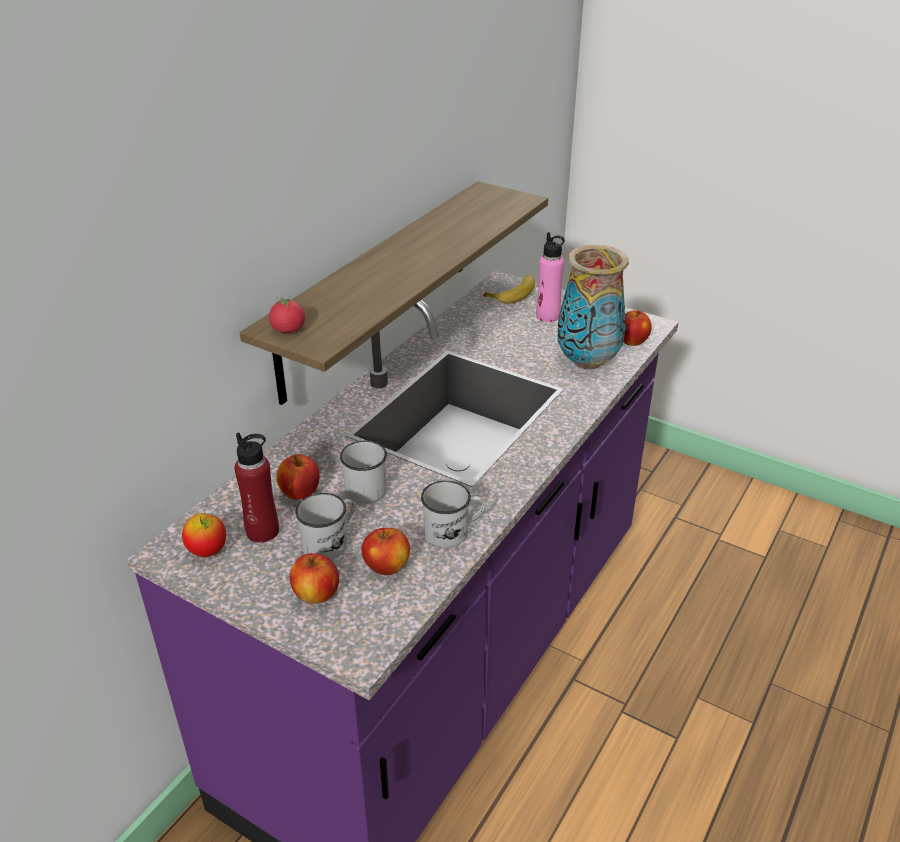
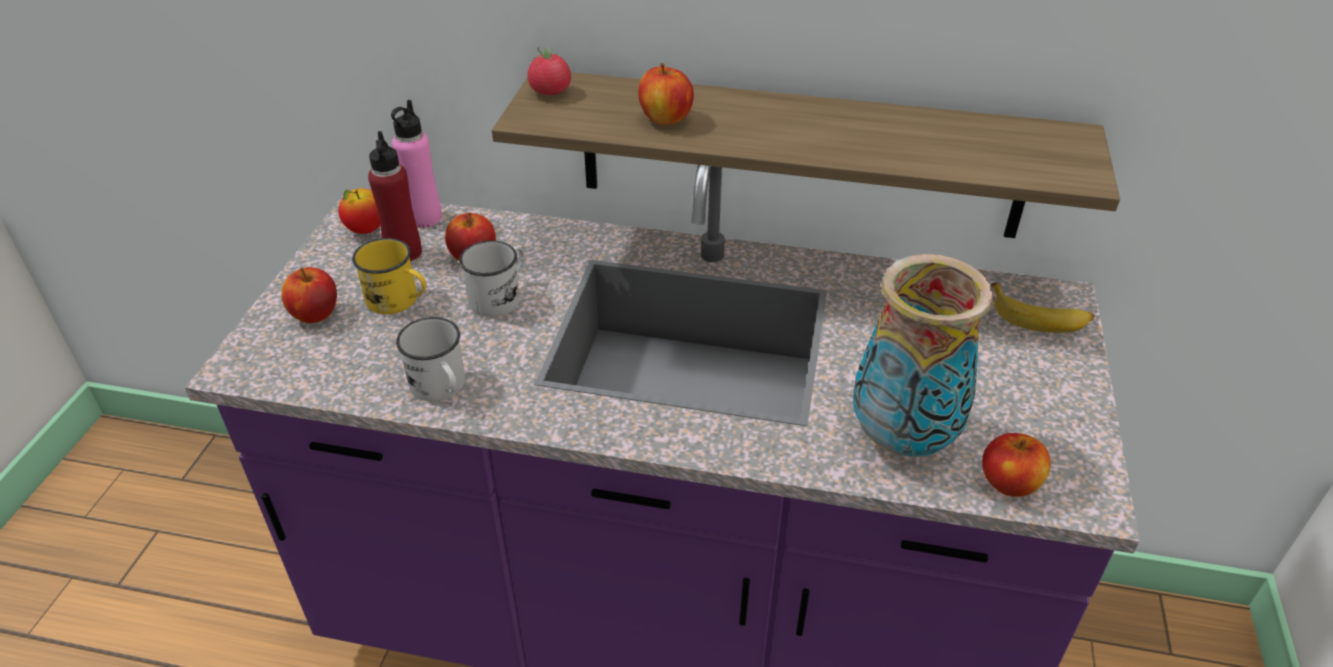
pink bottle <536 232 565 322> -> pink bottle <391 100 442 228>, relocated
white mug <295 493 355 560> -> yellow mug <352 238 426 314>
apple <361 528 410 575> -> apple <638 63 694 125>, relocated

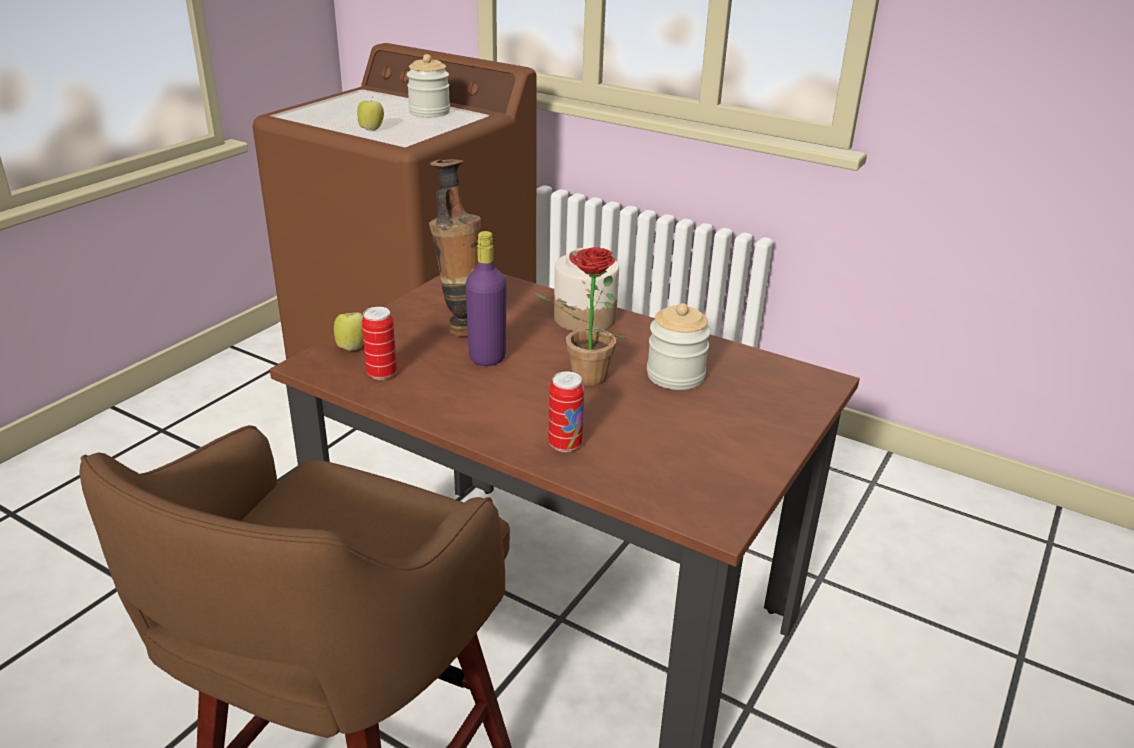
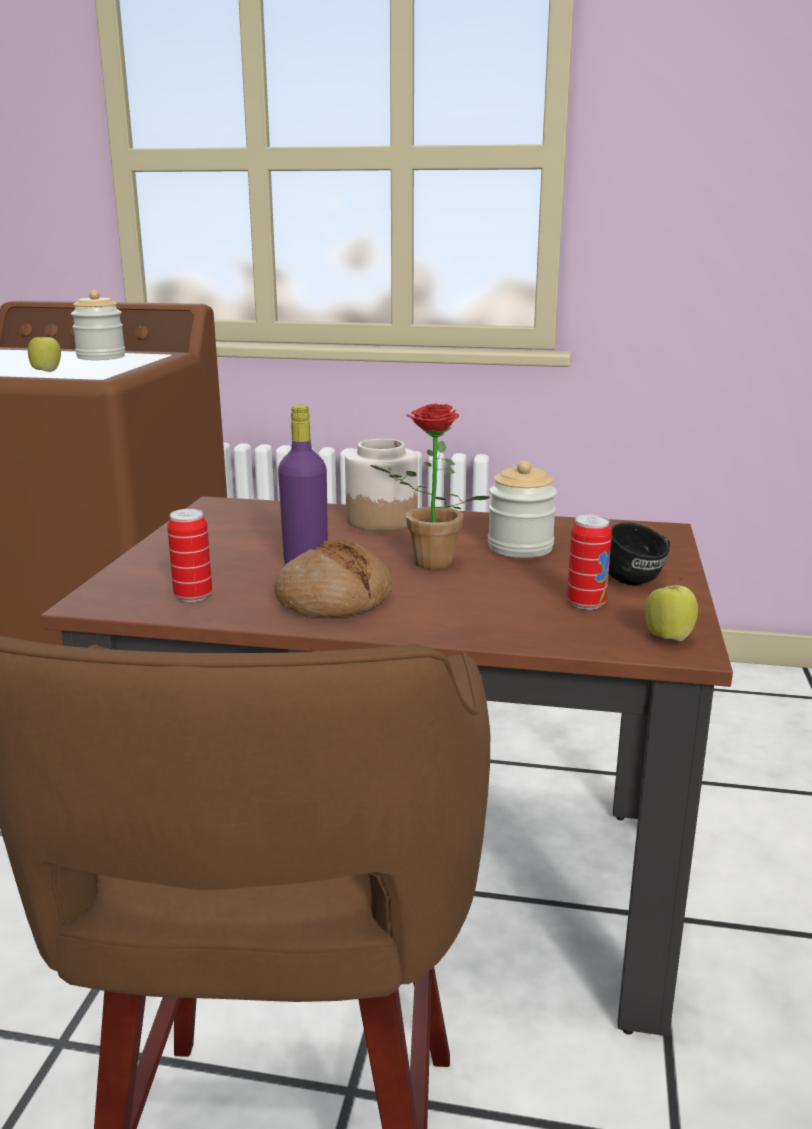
vase <429 159 481 336> -> none
apple <334 309 364 351> -> apple <645 578 698 641>, relocated
can <549 372 584 452> -> can <567 515 612 610>, relocated
none -> black mug <609 522 670 586>
none -> bread <275 540 393 617>

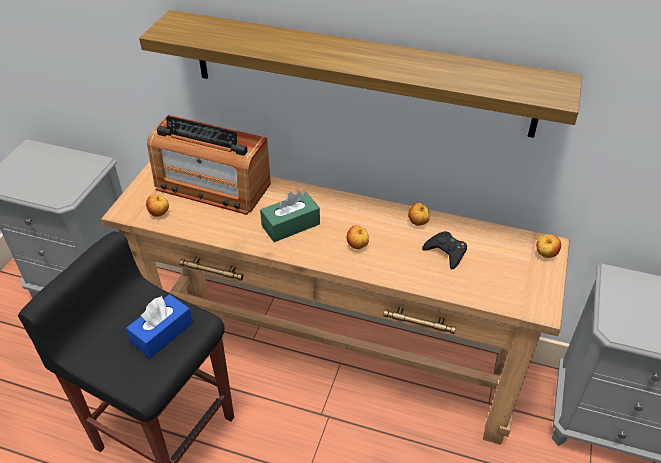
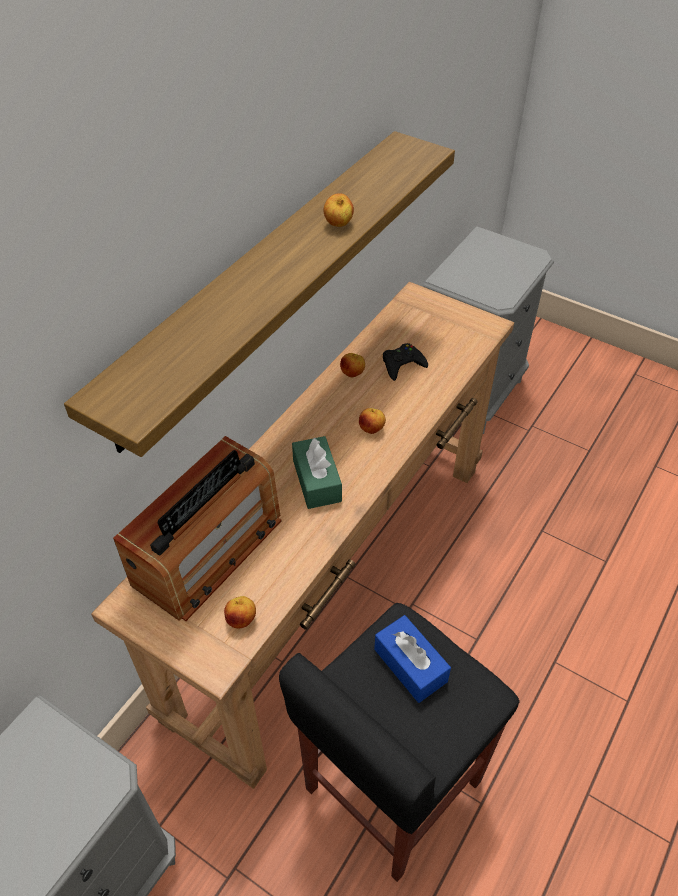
apple <536 234 561 258> -> apple <323 193 354 227>, relocated

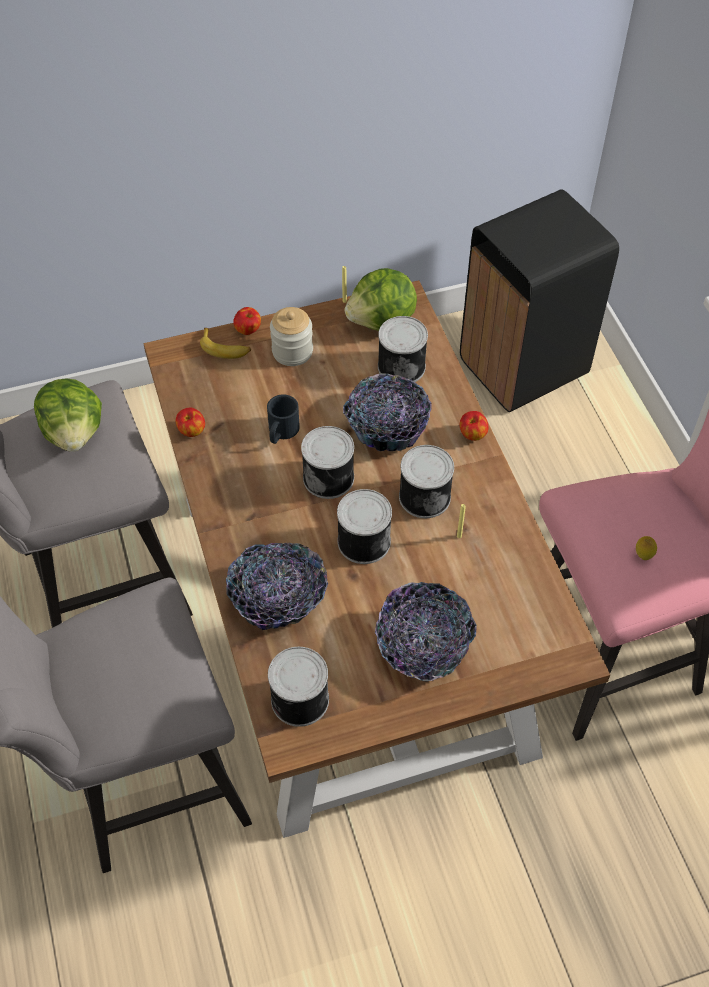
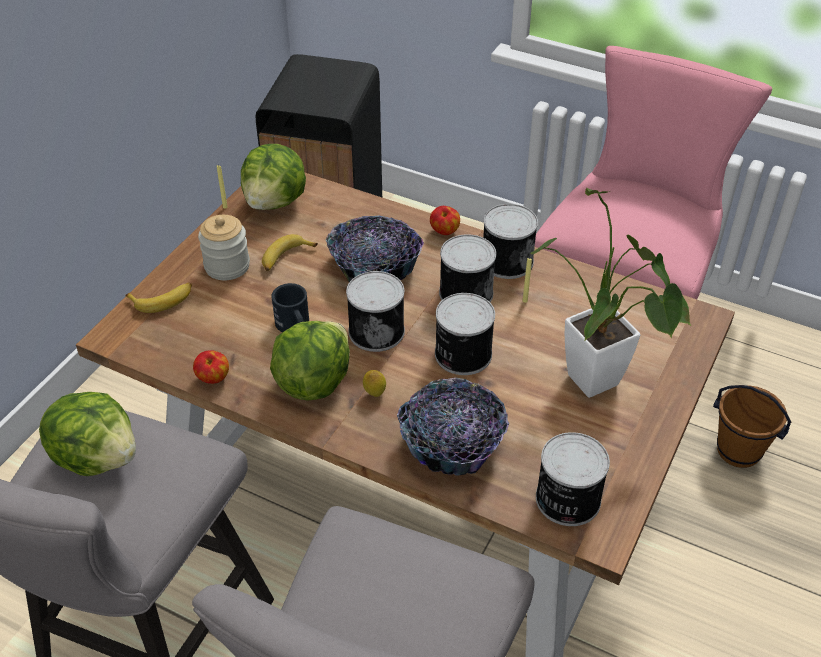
apple <233 307 261 335> -> none
can <378 316 428 382> -> can <483 204 538 279>, relocated
lemon <636 536 657 560> -> lemon <363 370 386 397>, relocated
bowl <375 582 477 681> -> potted plant <530 188 692 398>
none -> banana <262 234 318 271>
none -> lettuce <270 321 350 400>
none -> brown bucket <713 385 791 468>

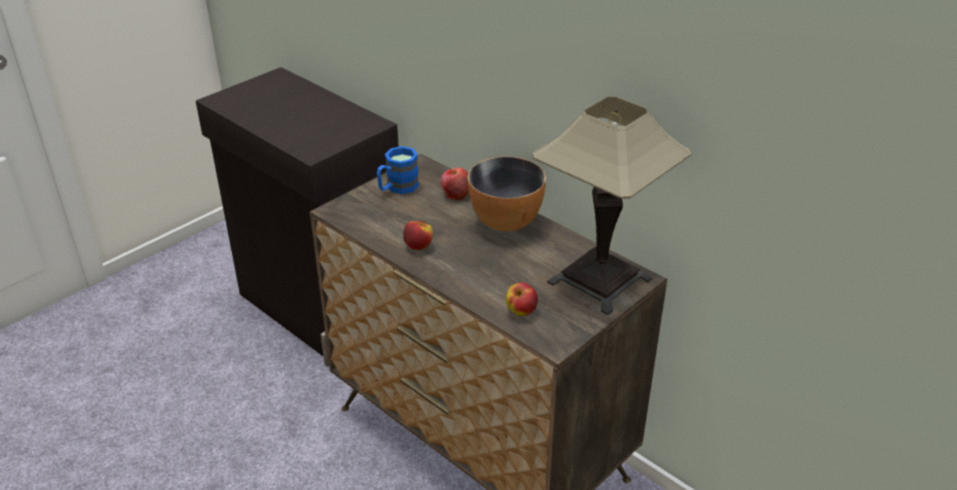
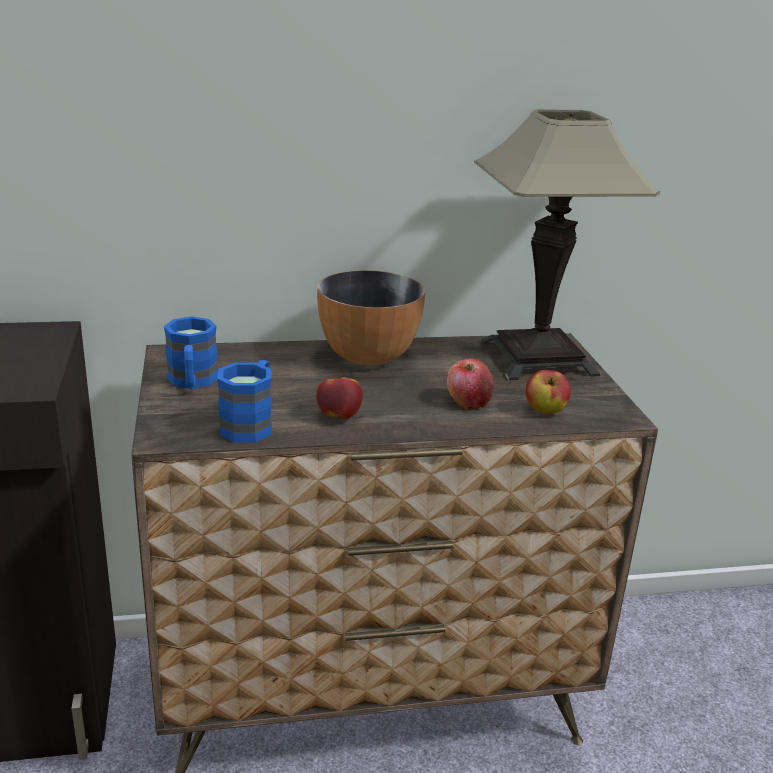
apple <441 168 469 201> -> apple <447 358 494 410>, relocated
none -> blue mug <217 360 272 443>

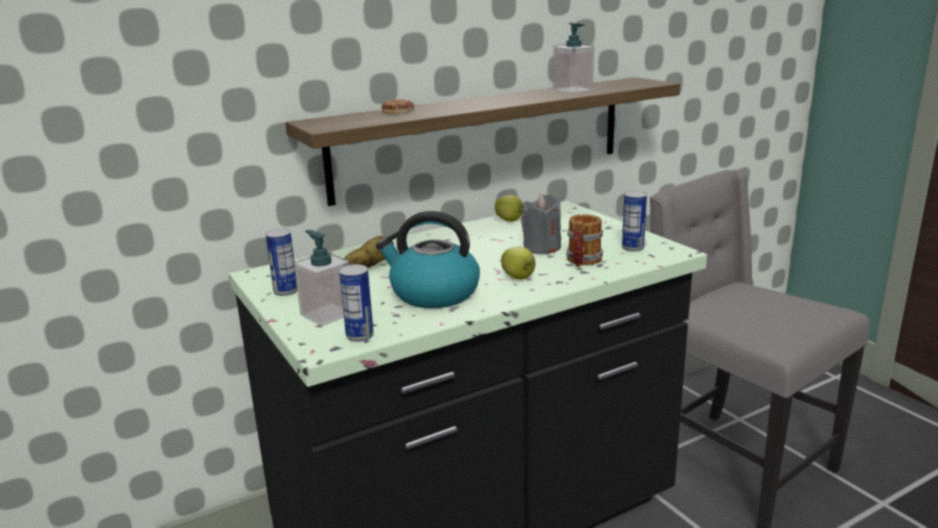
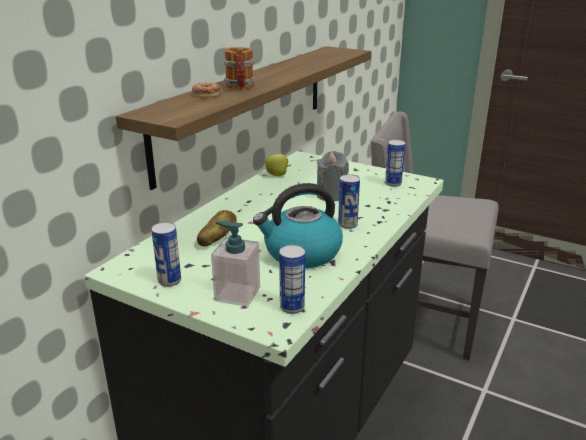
soap dispenser <553 22 594 93> -> none
mug <566 214 603 267> -> mug <224 47 255 90>, relocated
apple <501 247 536 280> -> can <338 174 360 229>

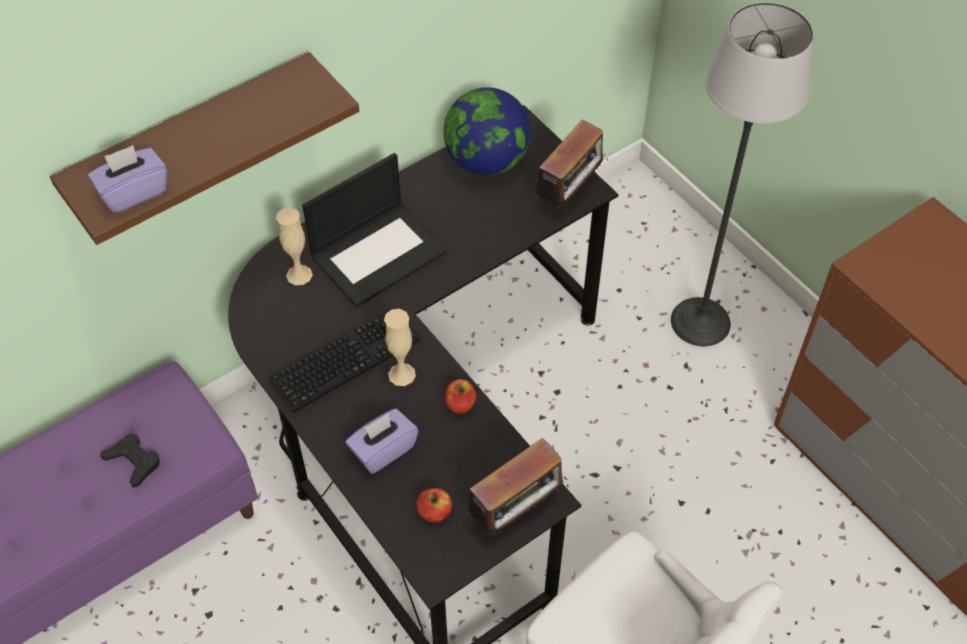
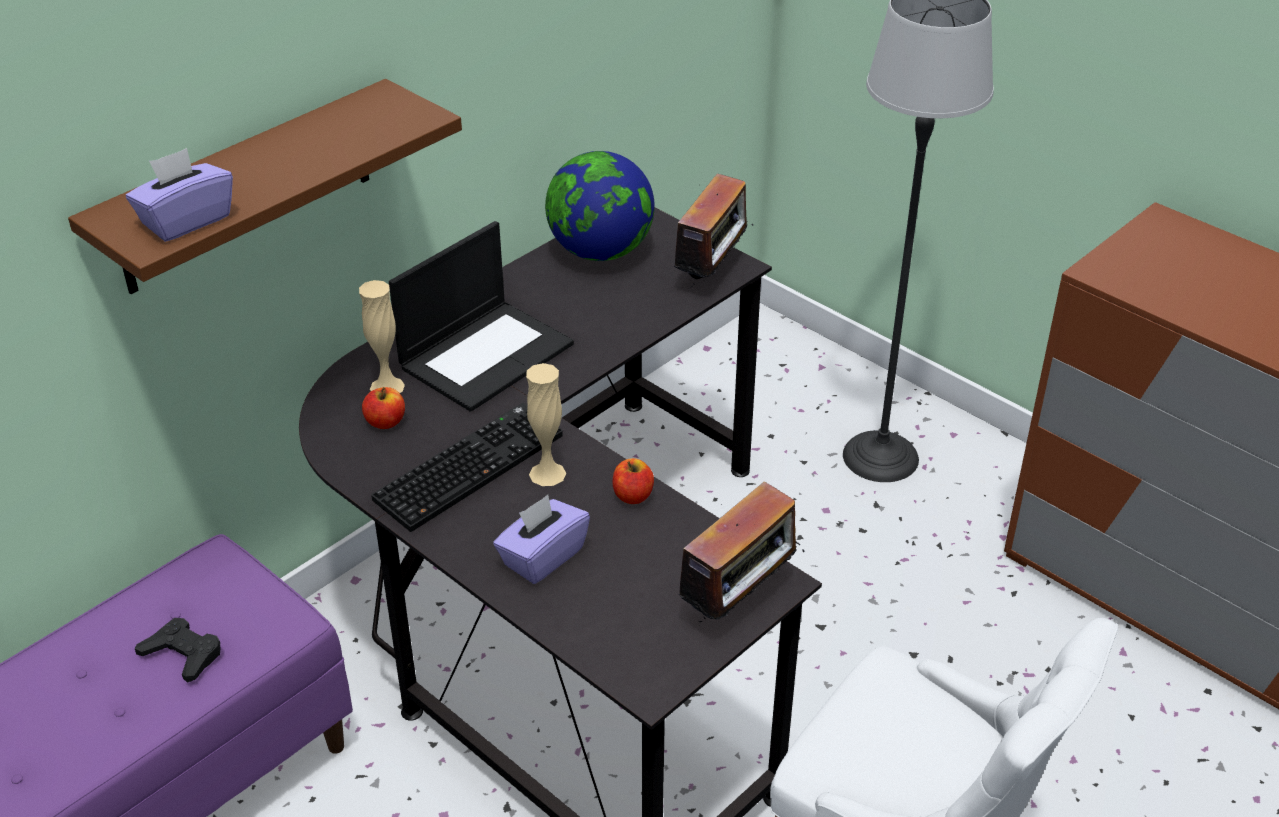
apple <416 488 452 523> -> apple <362 387 405 429>, relocated

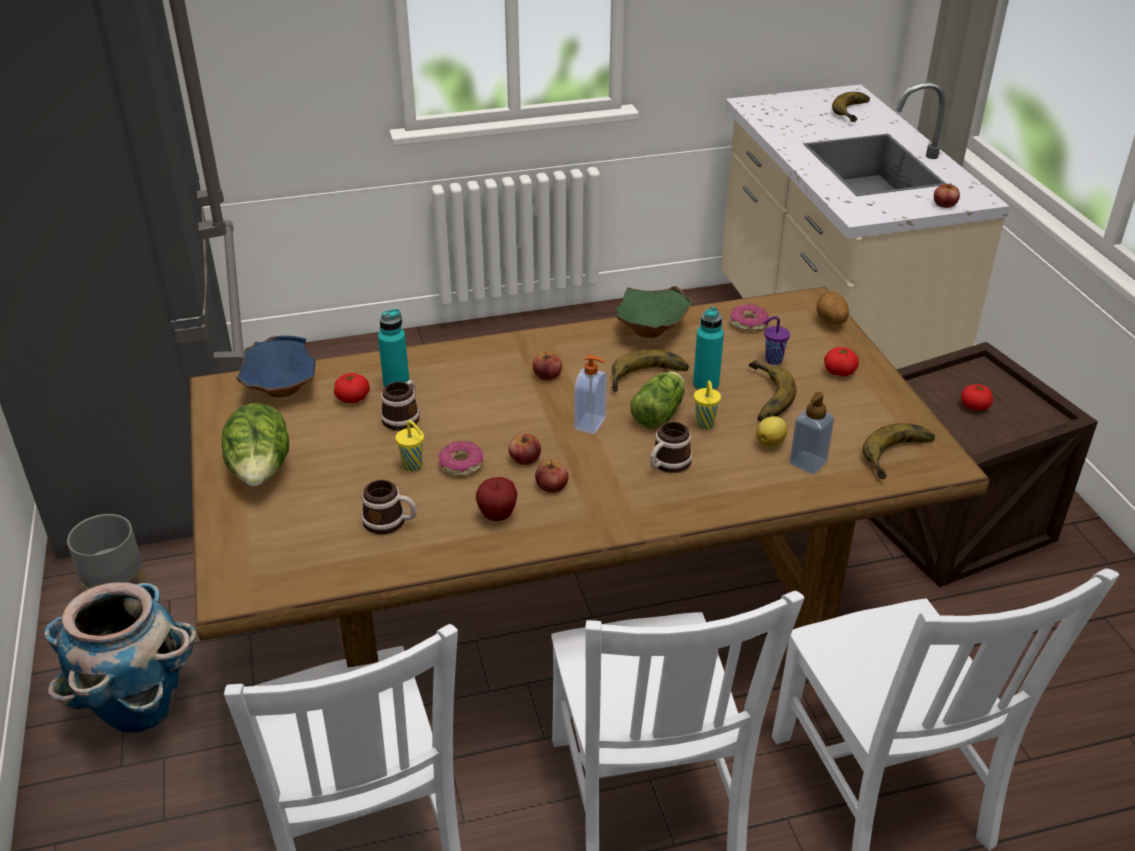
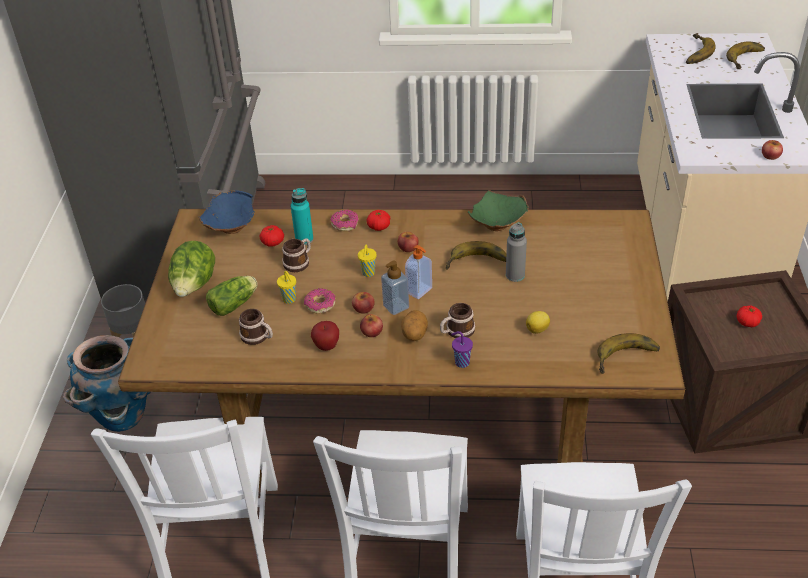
potato <816 291 849 325> -> potato <401 310 428 341>, relocated
donut <730 304 769 331> -> donut <331 209 359 231>, relocated
turquoise bottle <693 307 724 390> -> grey bottle <506 222 527 282>
purple cup <763 316 790 365> -> purple cup <451 331 473 368>, relocated
tomato <824 347 859 376> -> tomato <367 210 390 231>, relocated
banana <749 360 796 422> -> banana <686 33 716 64>, relocated
lettuce <631 372 685 428> -> lettuce <206 276 258 316>, relocated
yellow cup <694 381 721 430> -> yellow cup <358 244 376 277>, relocated
soap dispenser <789 392 835 474> -> soap dispenser <381 261 409 315>, relocated

